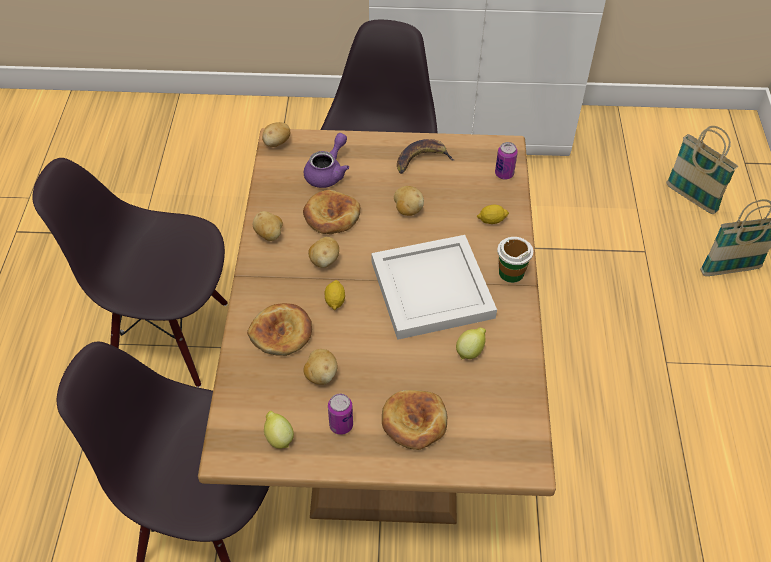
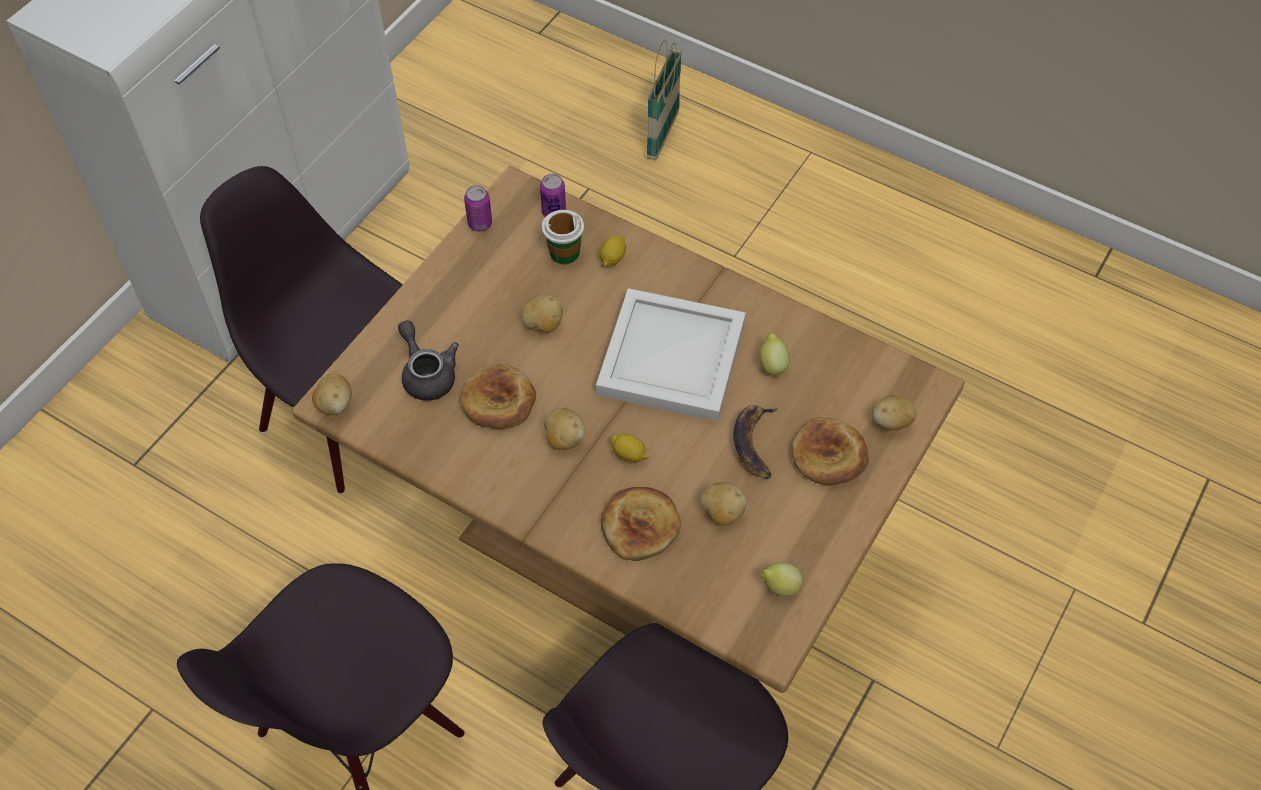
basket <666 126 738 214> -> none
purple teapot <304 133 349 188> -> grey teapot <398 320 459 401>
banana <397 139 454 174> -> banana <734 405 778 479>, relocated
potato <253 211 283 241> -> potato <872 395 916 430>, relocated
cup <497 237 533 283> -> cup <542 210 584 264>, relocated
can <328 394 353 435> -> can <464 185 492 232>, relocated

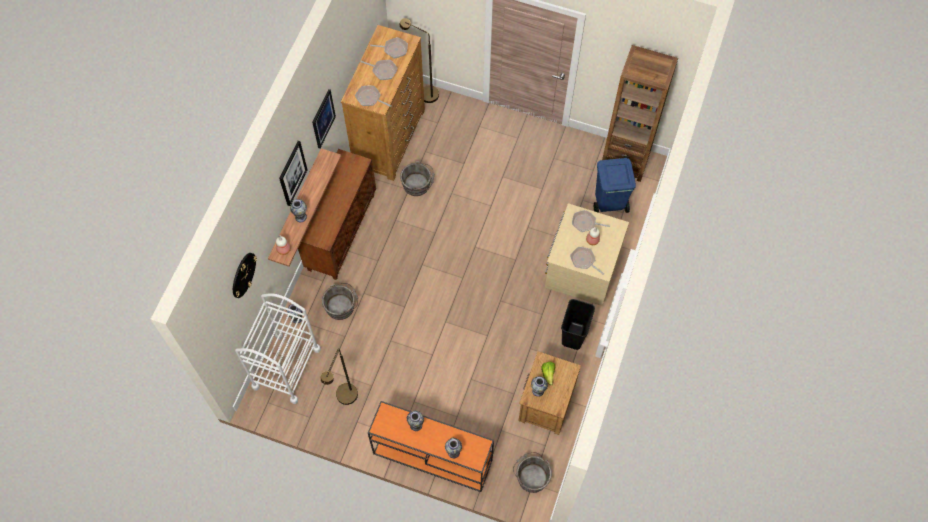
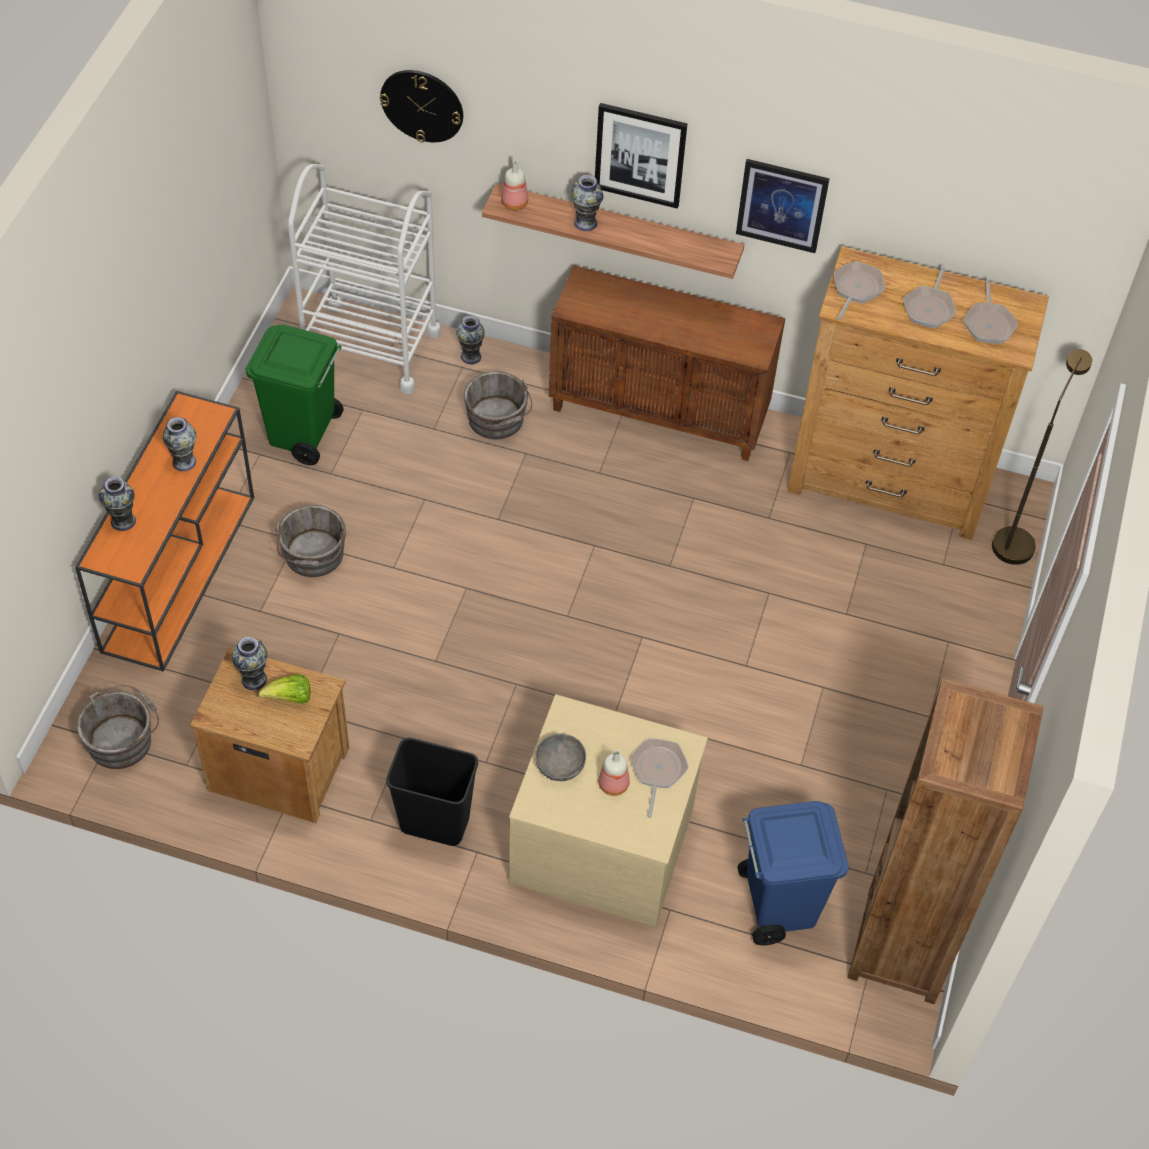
grey bucket <400 161 434 196> -> grey bucket <275 505 346 577>, relocated
frying pan <570 247 604 275> -> grey bowl <535 733 586 781>
brown floor lamp <321 348 358 405> -> green trash can <245 324 344 465>

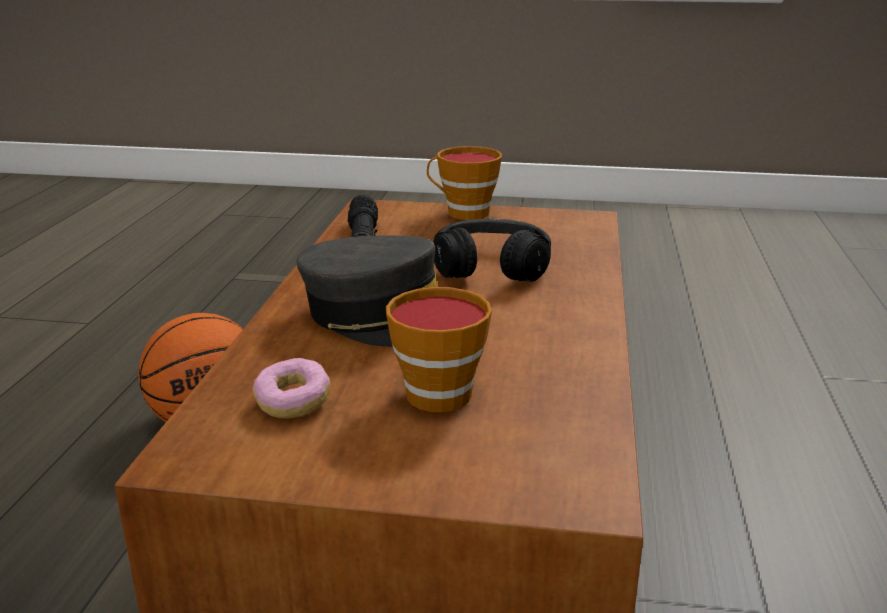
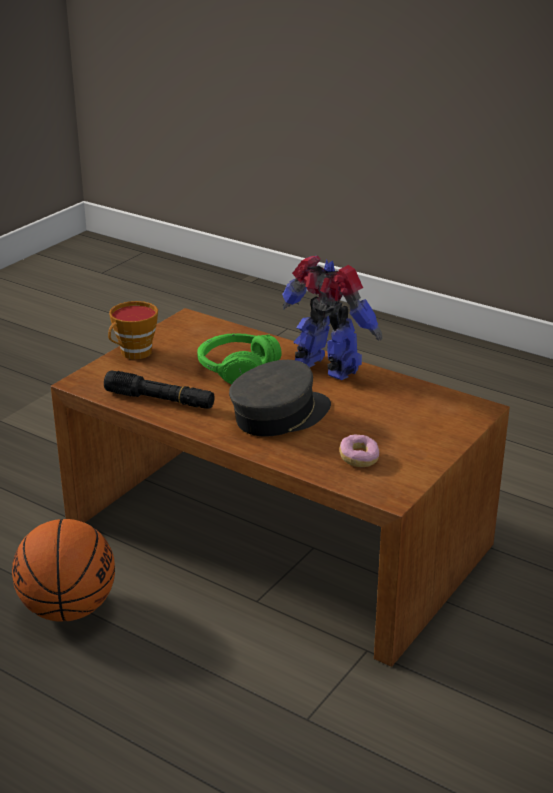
black headphones <433 218 551 282> -> green headphones <197 334 282 384>
cup <386 287 492 412> -> none
none -> toy robot <282 256 383 380>

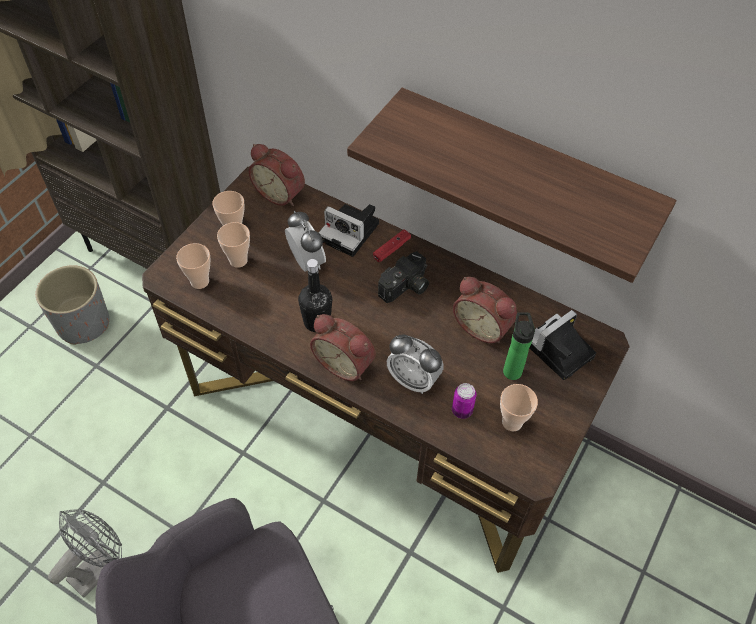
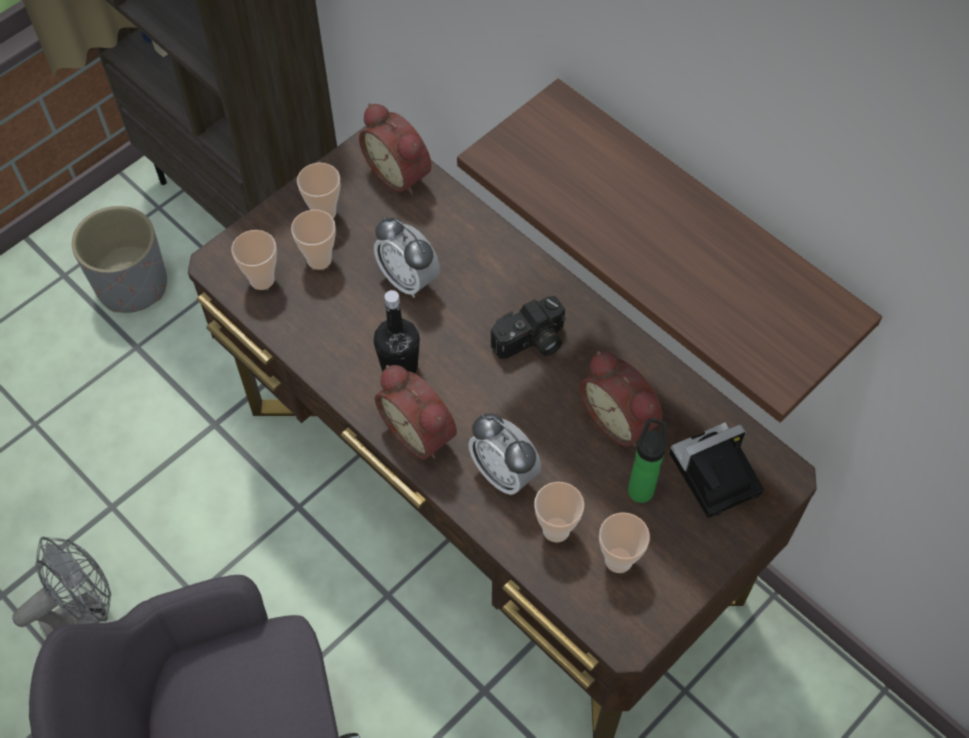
photo camera <318 204 379 257> -> none
alarm clock <285 211 326 272> -> alarm clock <374 217 440 298>, 150 degrees clockwise
red game controller <373 229 411 262> -> none
can <452 383 477 419> -> cup <534 482 584 542>

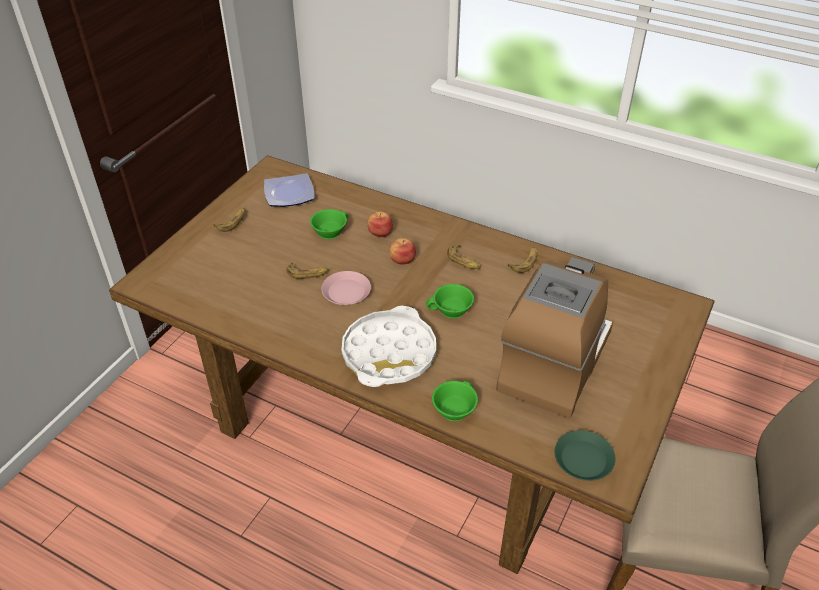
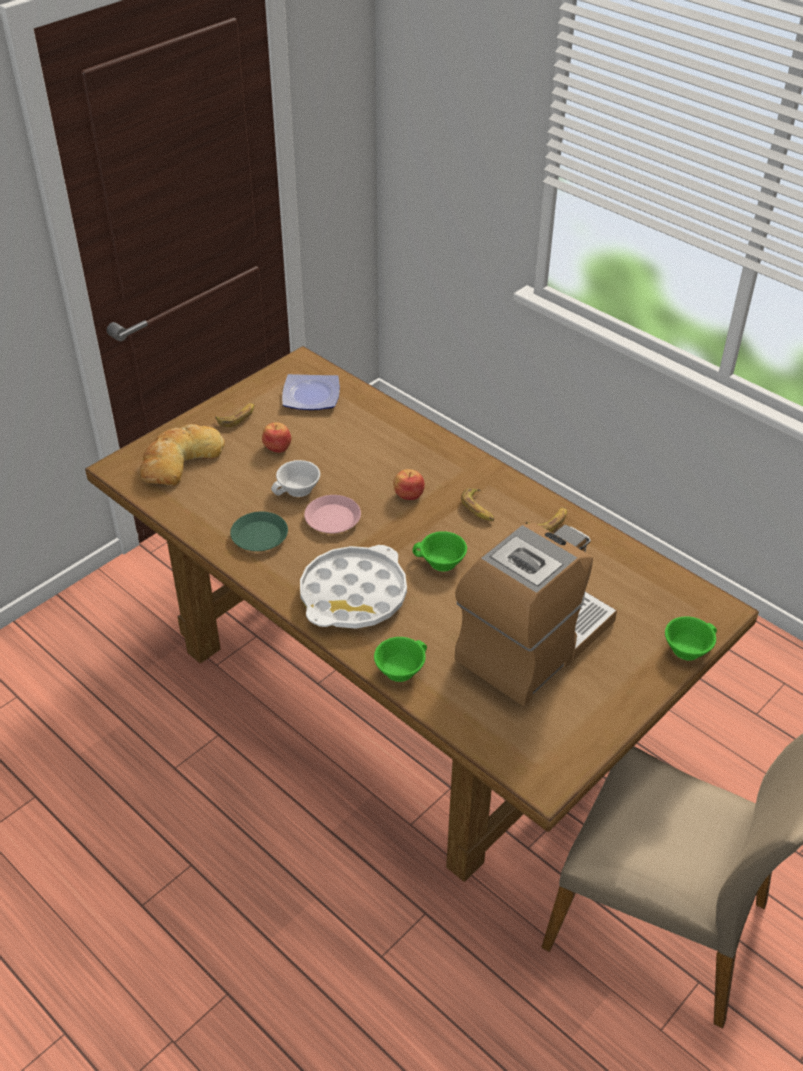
green cup <310 209 348 239> -> green cup <665 616 717 660>, relocated
apple <367 211 393 237> -> apple <262 422 291 453>, relocated
banana <286 263 329 279> -> white cup <271 460 320 497>
green plate <554 430 616 481> -> green plate <230 511 288 551>, relocated
none -> bread <140 424 225 486>

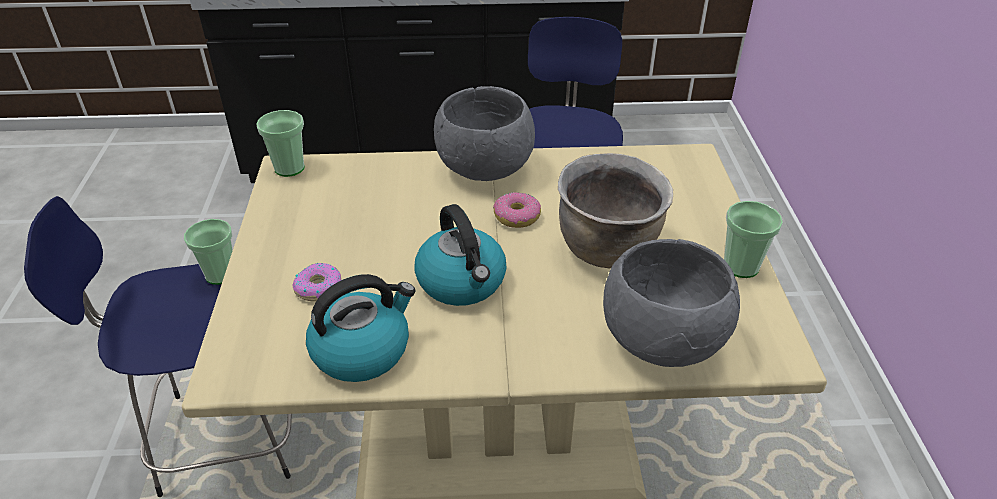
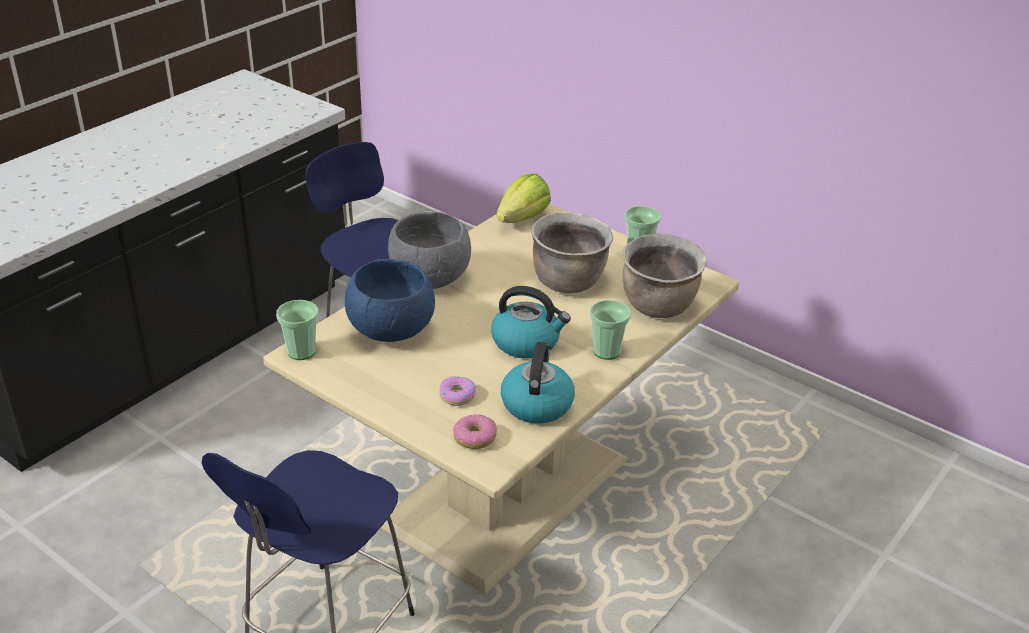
donut <493 192 541 228> -> donut <453 414 497 449>, relocated
cup <184 219 232 285> -> cup <590 300 631 360>, relocated
grey bowl <603 239 740 367> -> brown cooking pot <623 233 707 318>
none -> lettuce <497 174 551 223>
none -> blue bowl <344 259 435 342>

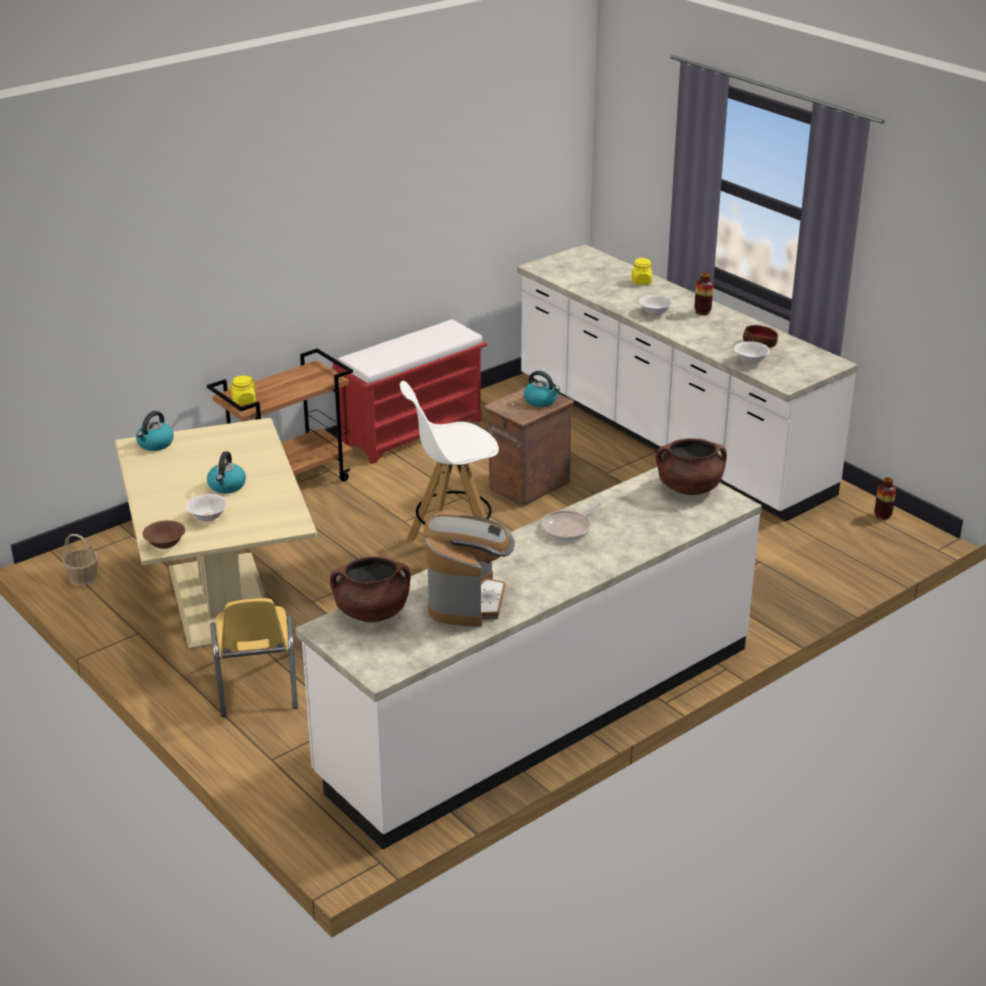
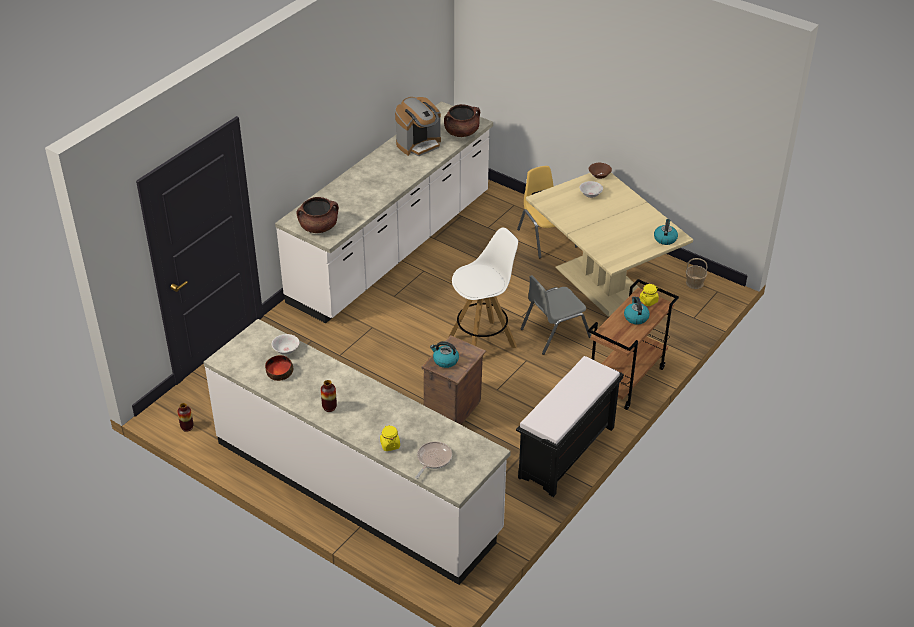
white bowl <639 295 673 316> -> none
red bench <333 319 487 464> -> black bench <516 356 623 497>
kettle <207 451 246 494> -> kettle <624 296 650 324>, relocated
frying pan <541 502 602 541> -> frying pan <415 442 452 479>, relocated
coffee machine <423 510 515 627> -> coffee machine <395 97 441 156>, 120 degrees counterclockwise
none -> grey chair <521 275 591 355>

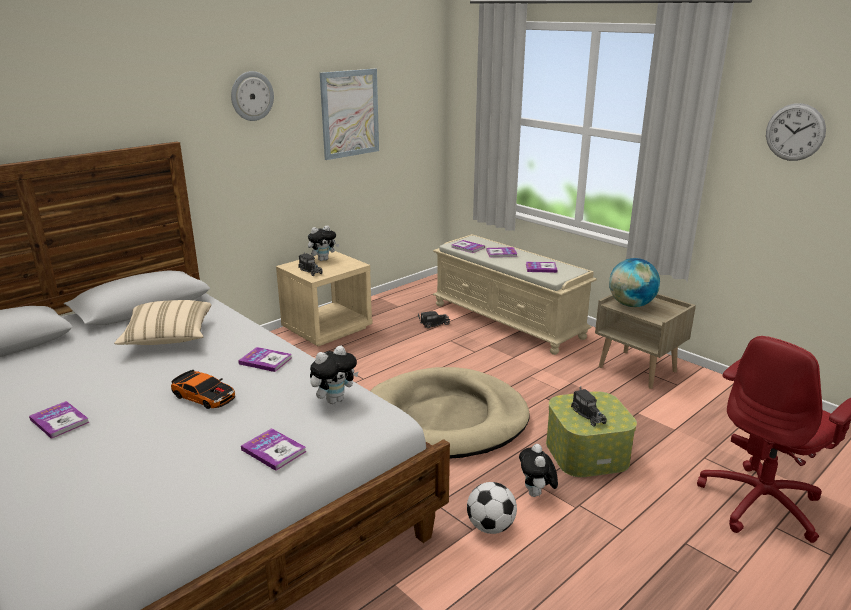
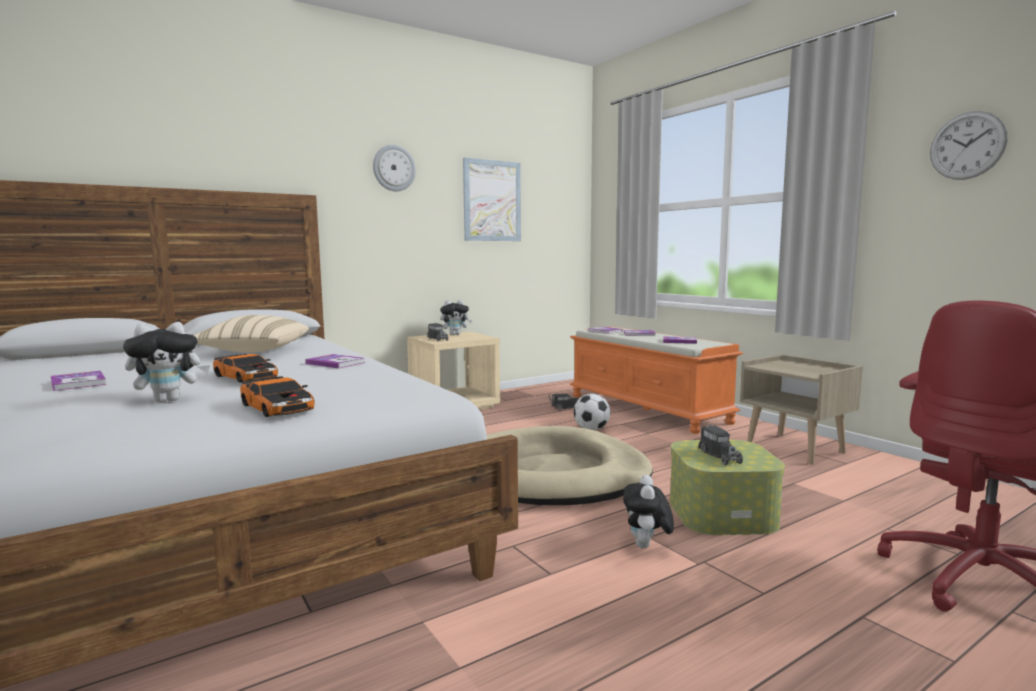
beige bench <433 234 597 355> -> orange bench <570 327 743 434>
globe <609 258 660 307> -> none
plush toy <310 346 359 404> -> plush toy <123 322 210 402>, relocated
book <241 428 307 471> -> toy car <240 376 315 417>
football <467 482 517 534> -> football <574 394 611 430>, relocated

